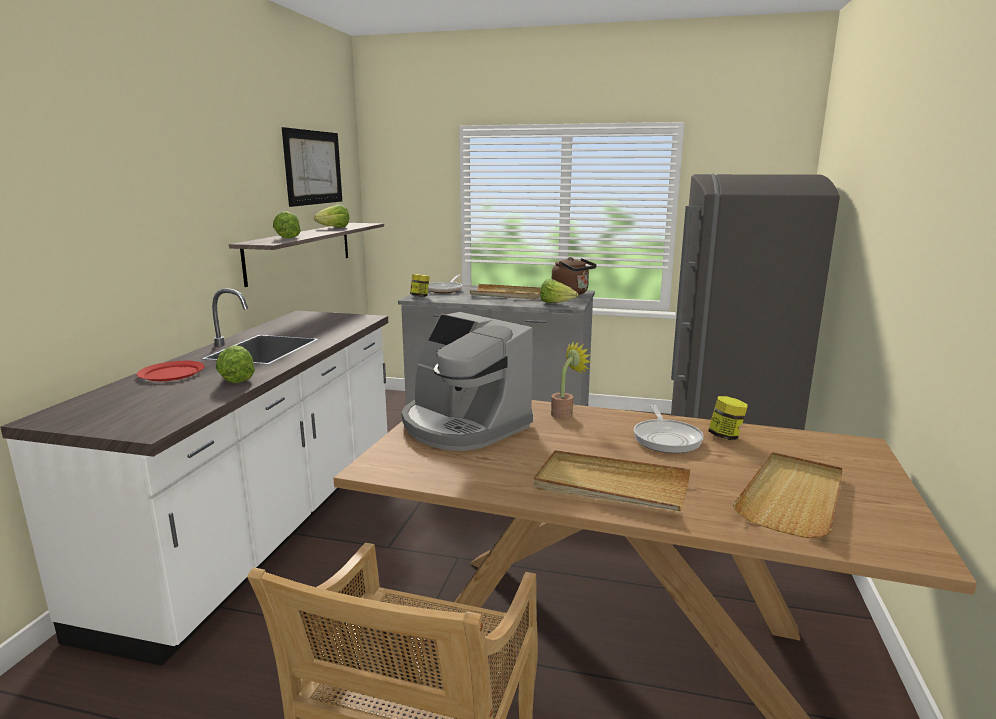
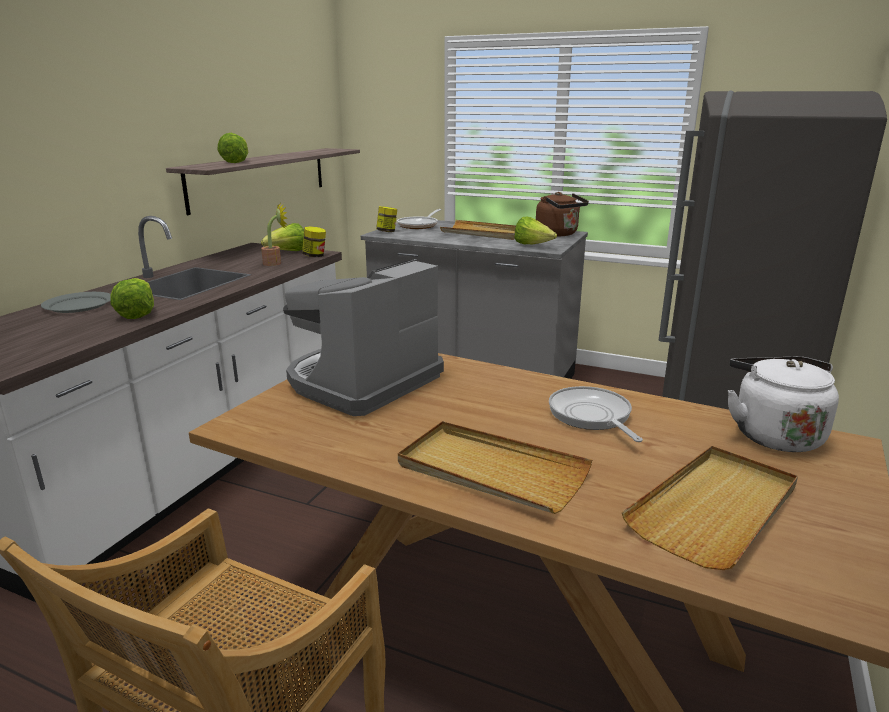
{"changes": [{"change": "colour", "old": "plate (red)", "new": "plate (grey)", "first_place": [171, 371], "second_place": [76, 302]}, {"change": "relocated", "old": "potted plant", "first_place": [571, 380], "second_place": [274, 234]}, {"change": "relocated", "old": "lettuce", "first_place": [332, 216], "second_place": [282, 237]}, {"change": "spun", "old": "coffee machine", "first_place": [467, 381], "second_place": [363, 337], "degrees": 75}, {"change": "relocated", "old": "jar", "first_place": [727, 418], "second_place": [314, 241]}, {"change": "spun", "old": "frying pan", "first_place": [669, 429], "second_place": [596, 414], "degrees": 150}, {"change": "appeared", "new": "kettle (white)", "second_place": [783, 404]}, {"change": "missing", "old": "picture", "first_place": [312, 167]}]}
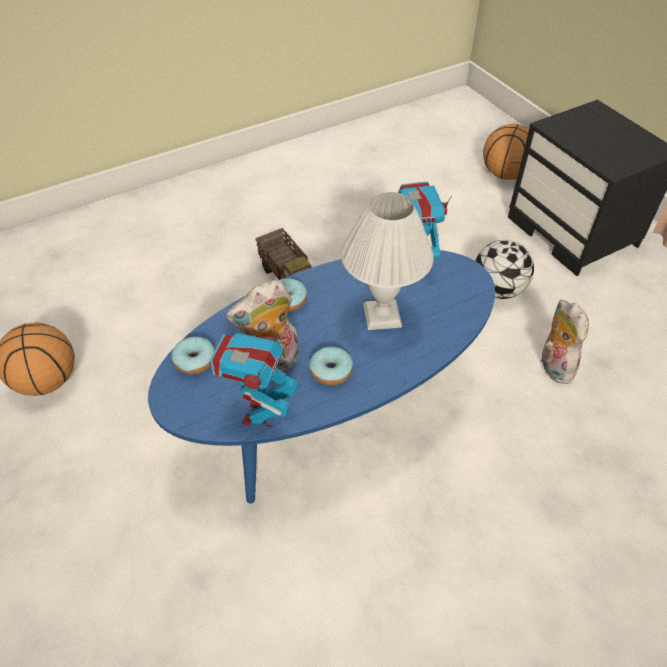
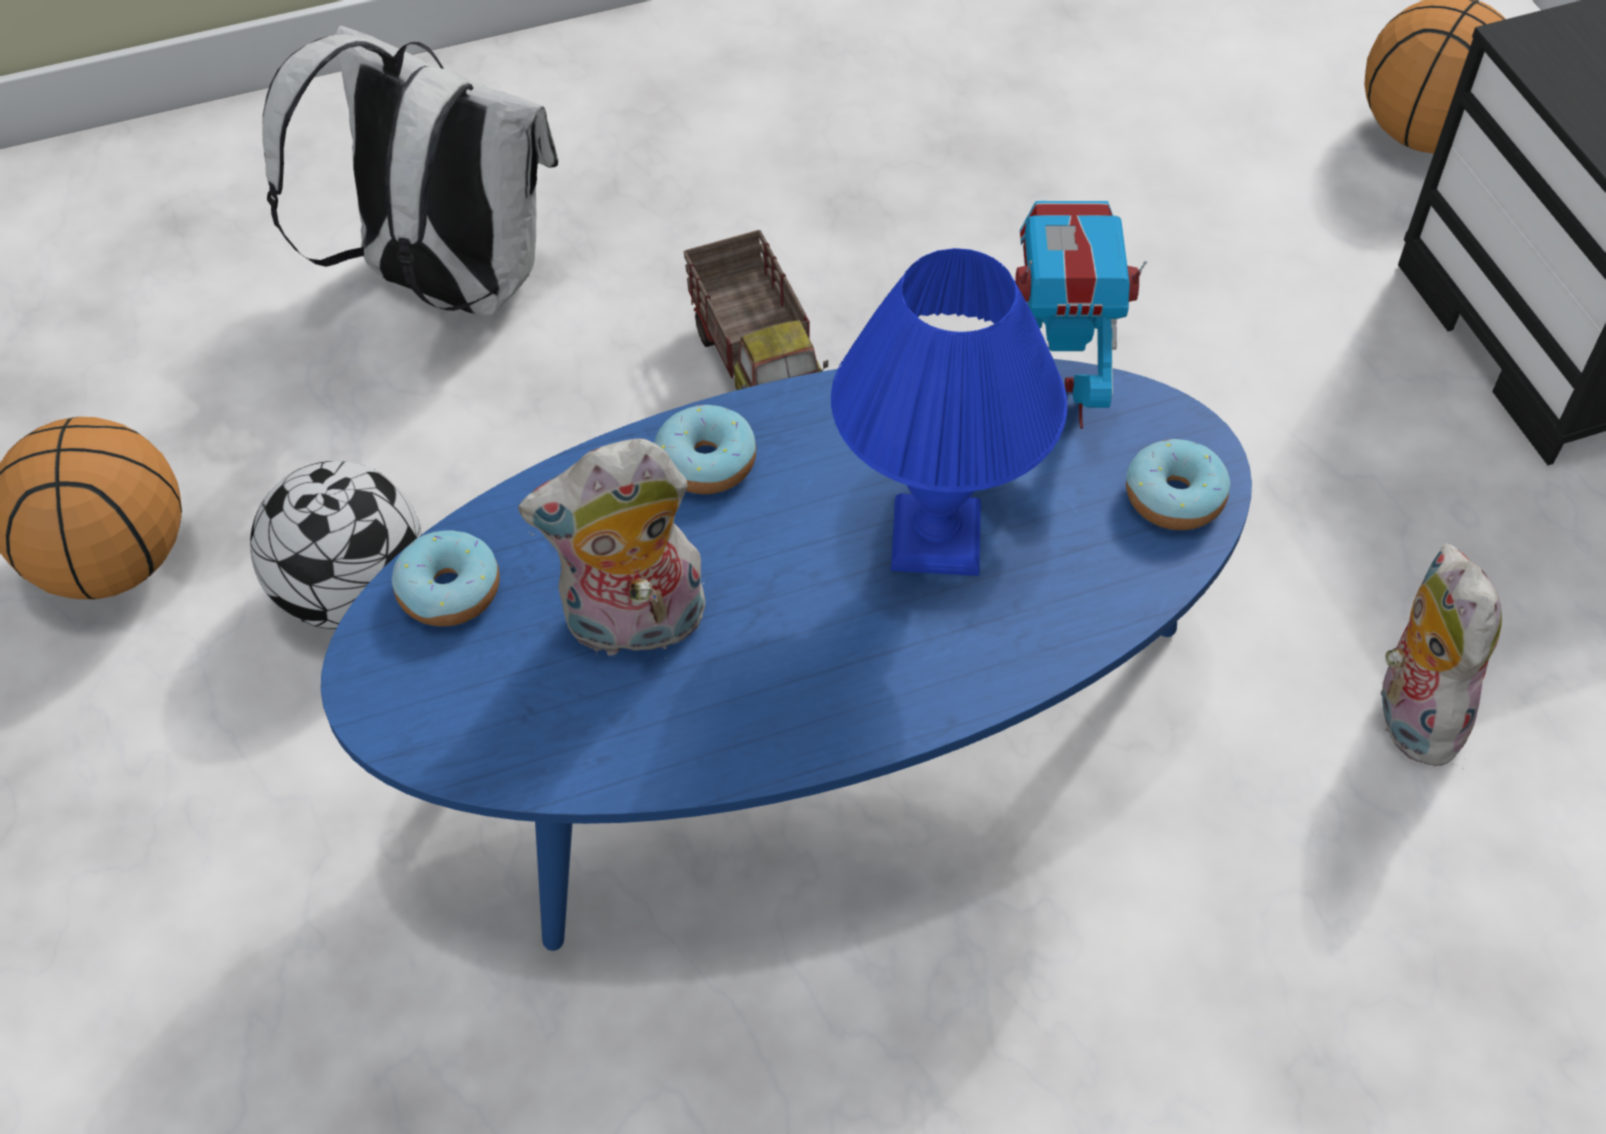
{"changes": [{"change": "relocated", "old": "football", "first_place": [504, 269], "second_place": [336, 545]}, {"change": "appeared", "new": "backpack (white)", "second_place": [410, 171]}, {"change": "colour", "old": "table lamp (white)", "new": "table lamp (blue)", "first_place": [387, 261], "second_place": [949, 412]}, {"change": "relocated", "old": "donut", "first_place": [331, 366], "second_place": [1178, 484]}, {"change": "missing", "old": "toy robot", "first_place": [254, 376]}]}
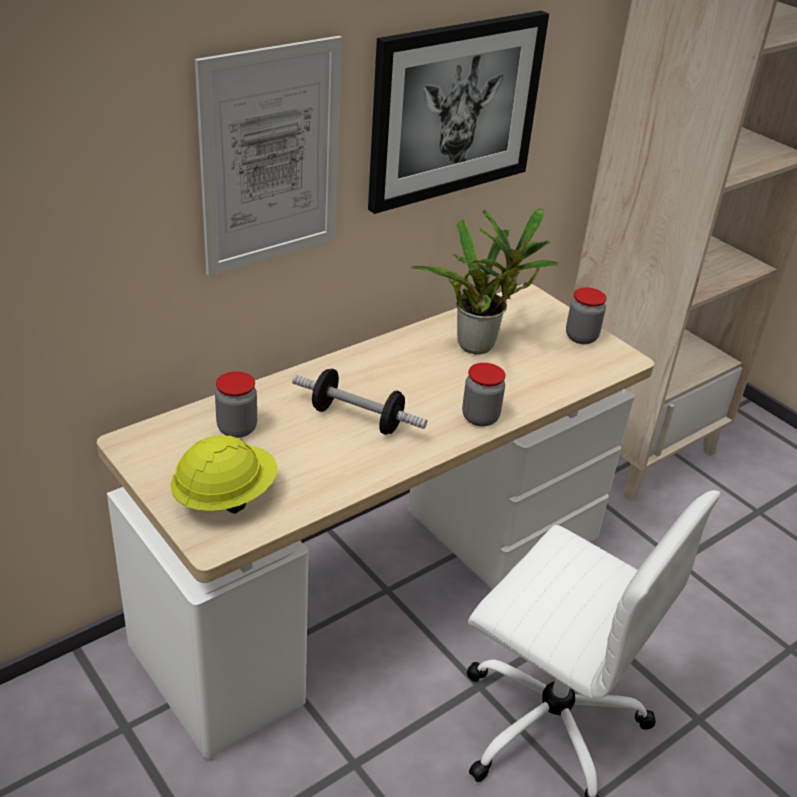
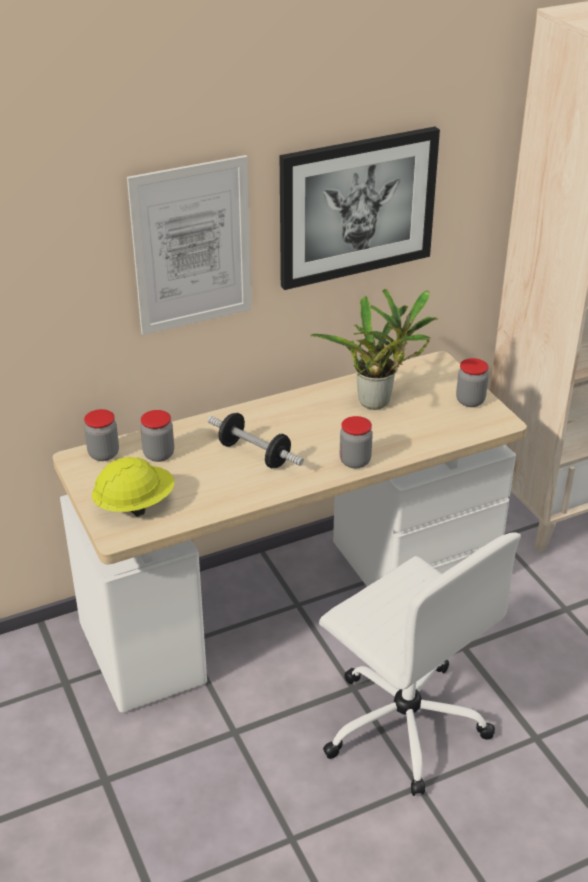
{"changes": [{"change": "appeared", "new": "jar", "second_place": [101, 435]}]}
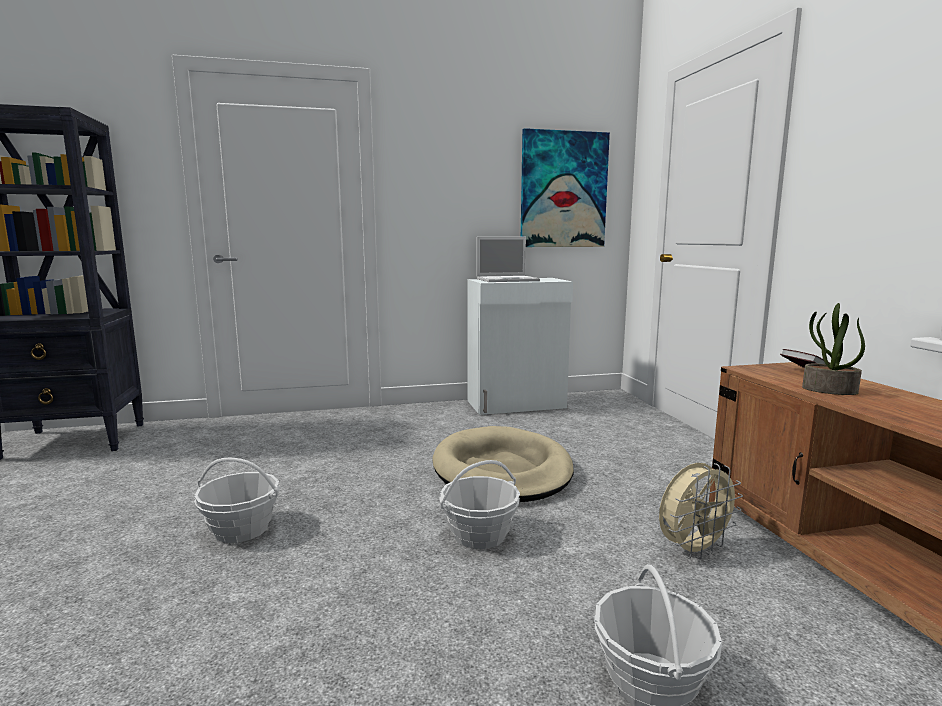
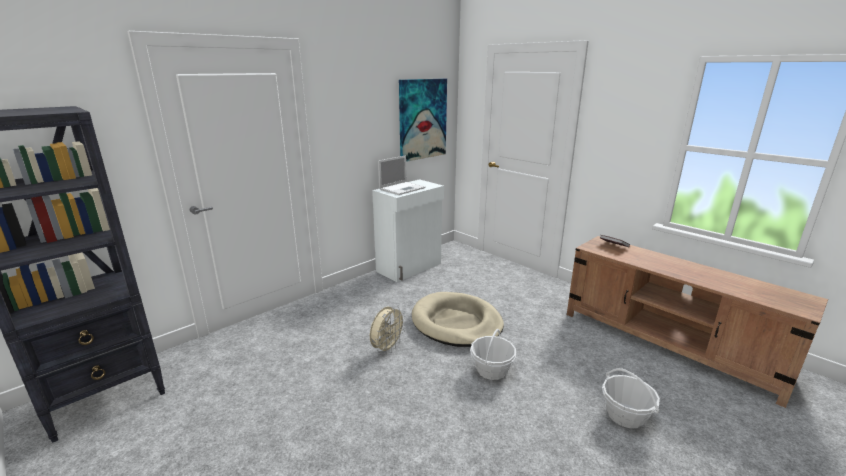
{"changes": [{"change": "relocated", "old": "fan (beige)", "first_place": [701, 511], "second_place": [388, 330]}, {"change": "missing", "old": "basket", "first_place": [237, 500]}, {"change": "missing", "old": "potted plant", "first_place": [833, 349]}]}
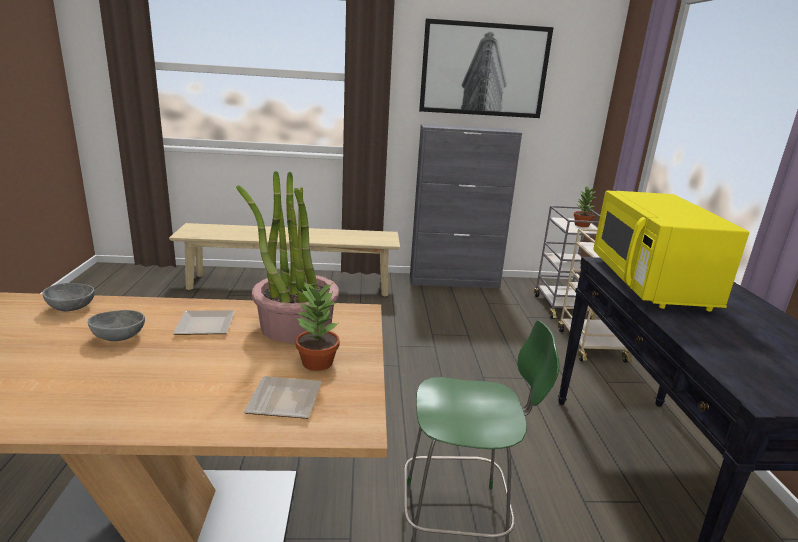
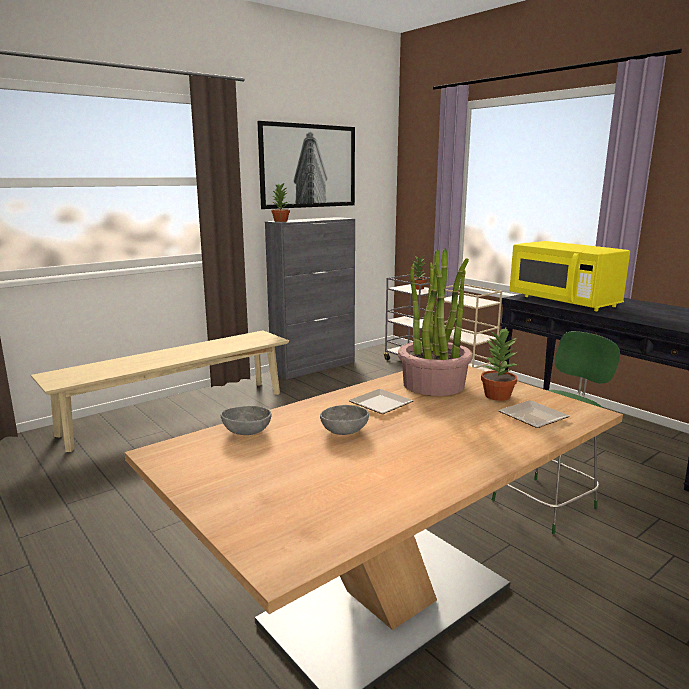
{"changes": [{"change": "appeared", "new": "potted plant", "second_place": [280, 202]}]}
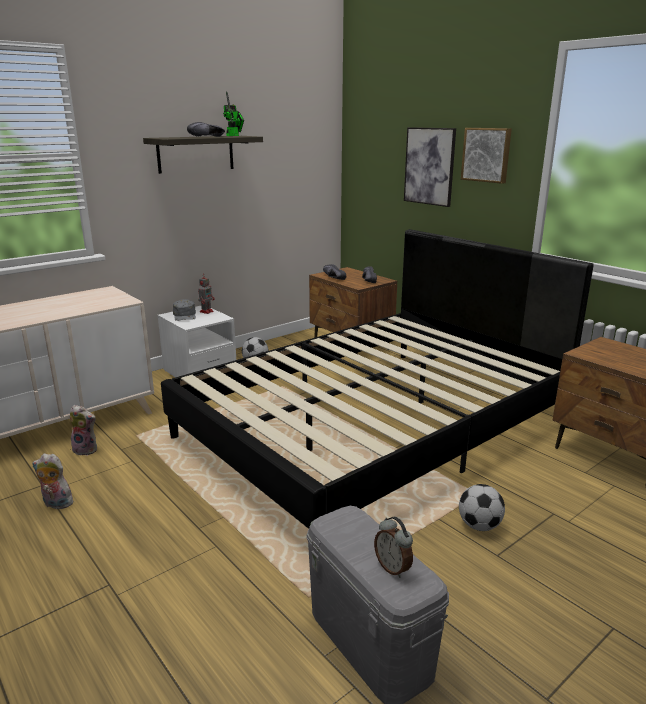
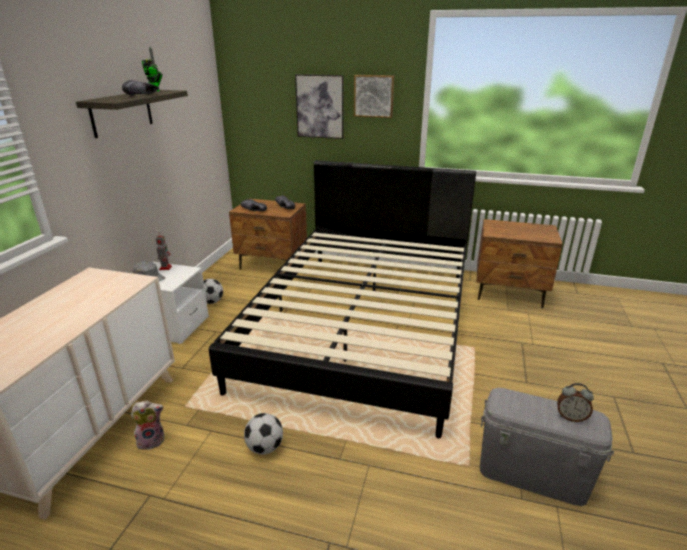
{"changes": [{"change": "relocated", "old": "football", "first_place": [482, 507], "second_place": [263, 434]}, {"change": "missing", "old": "plush toy", "first_place": [52, 481]}]}
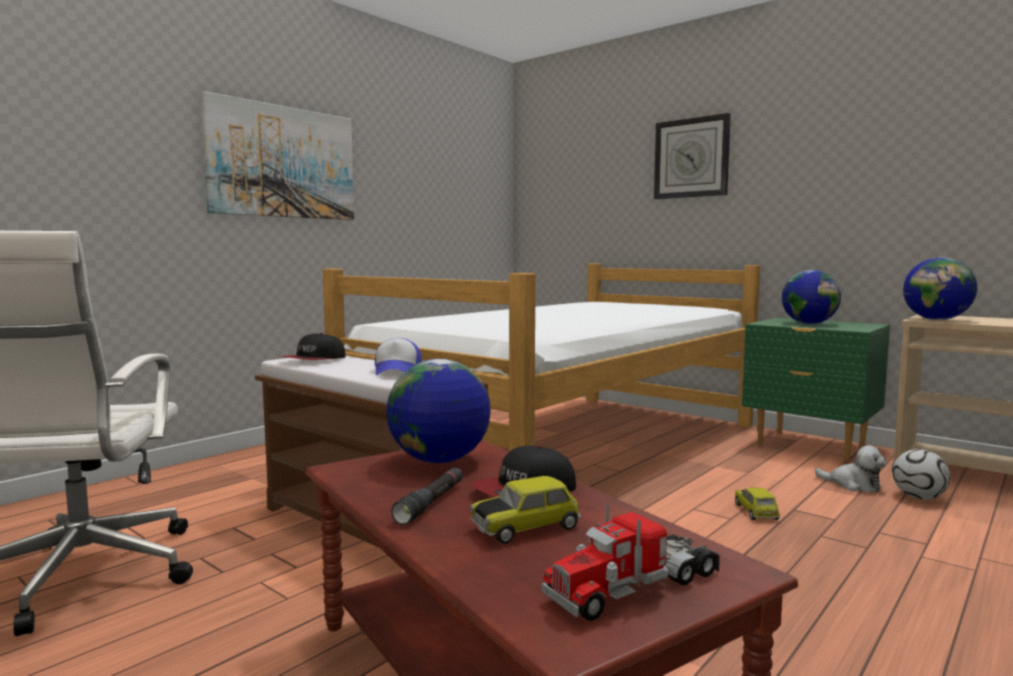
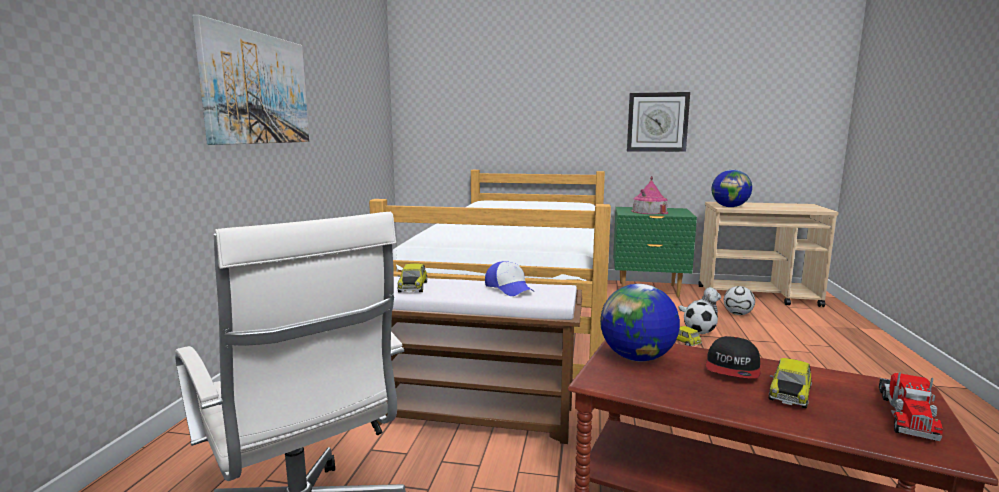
{"changes": [{"change": "exchanged", "old": "cap", "new": "toy car", "first_place": [313, 346], "second_place": [413, 277]}, {"change": "relocated", "old": "wall clock", "first_place": [692, 156], "second_place": [658, 122]}, {"change": "exchanged", "old": "globe", "new": "toy house", "first_place": [811, 297], "second_place": [649, 195]}, {"change": "appeared", "new": "football", "second_place": [701, 318]}, {"change": "missing", "old": "flashlight (black)", "first_place": [427, 496]}]}
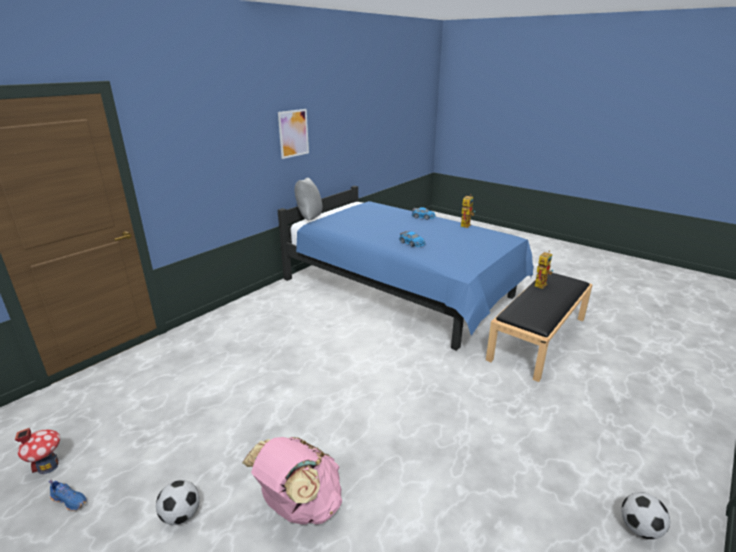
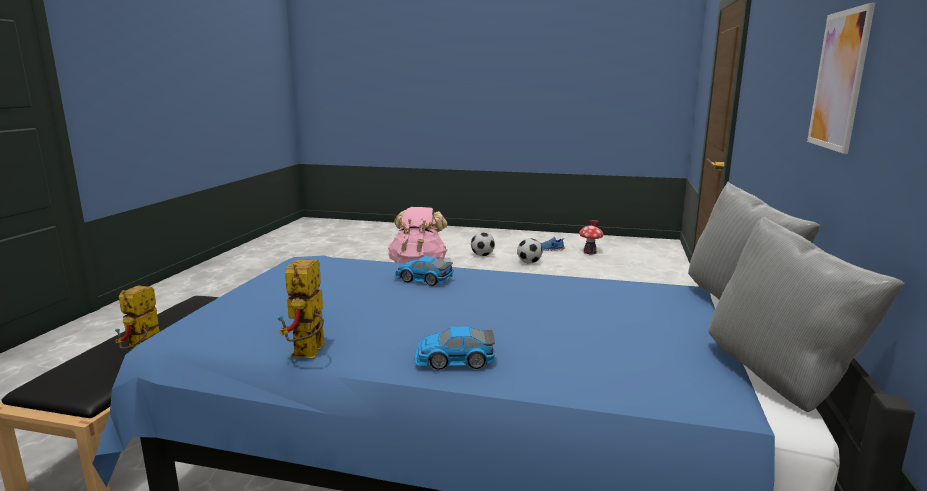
{"changes": [{"change": "relocated", "old": "football", "first_place": [645, 515], "second_place": [530, 251]}, {"change": "appeared", "new": "pillow (grey)", "second_place": [806, 313]}]}
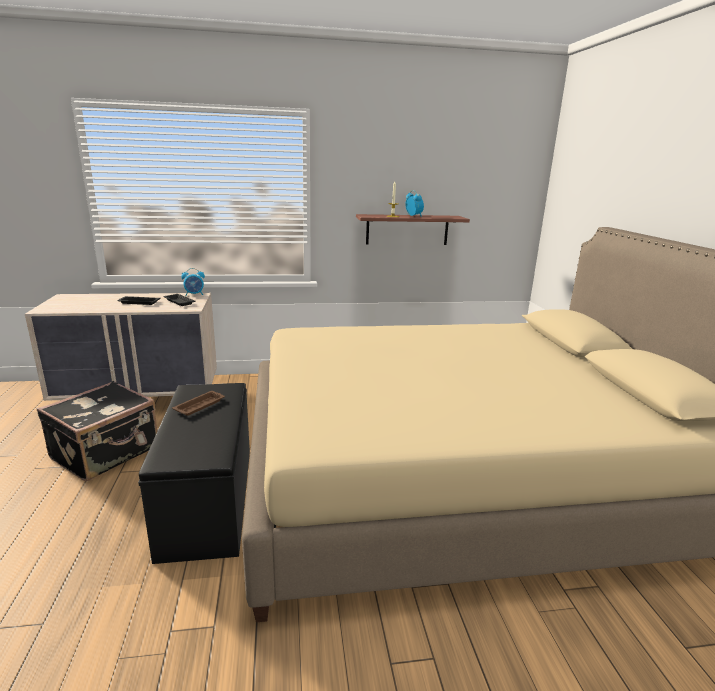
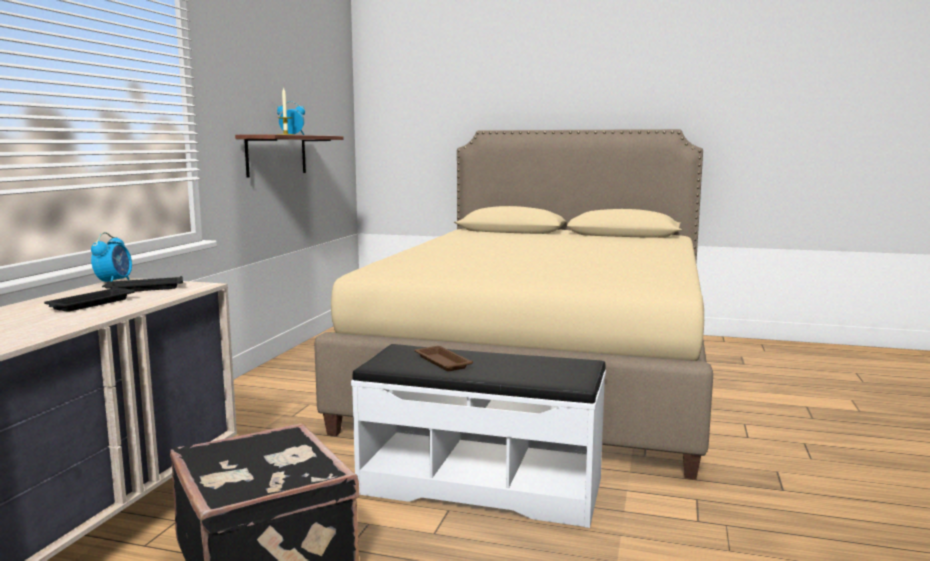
{"changes": [{"change": "colour", "old": "bench (black)", "new": "bench (white)", "first_place": [194, 473], "second_place": [478, 436]}]}
